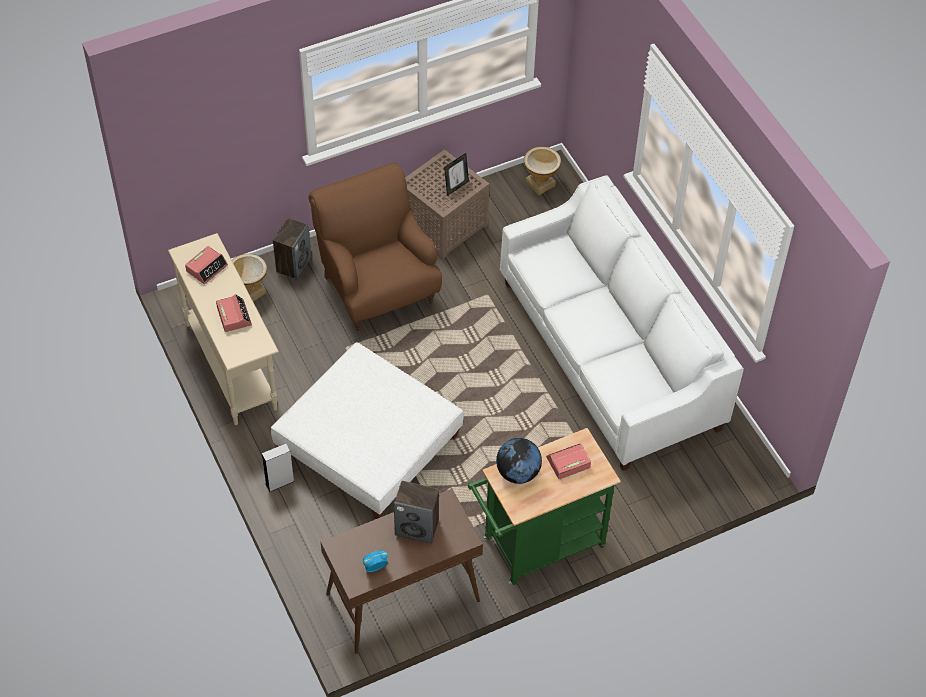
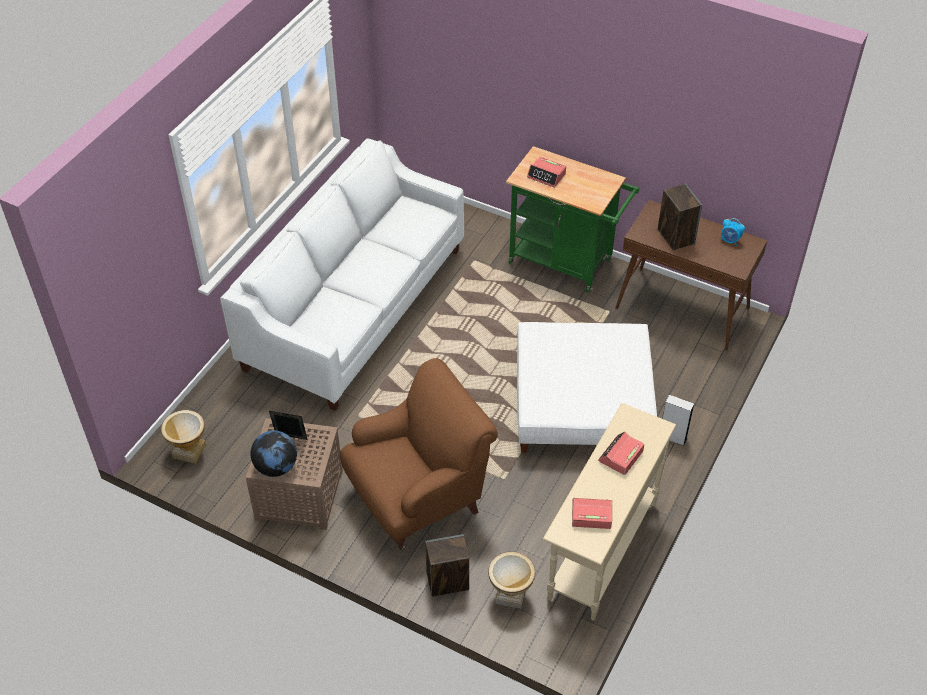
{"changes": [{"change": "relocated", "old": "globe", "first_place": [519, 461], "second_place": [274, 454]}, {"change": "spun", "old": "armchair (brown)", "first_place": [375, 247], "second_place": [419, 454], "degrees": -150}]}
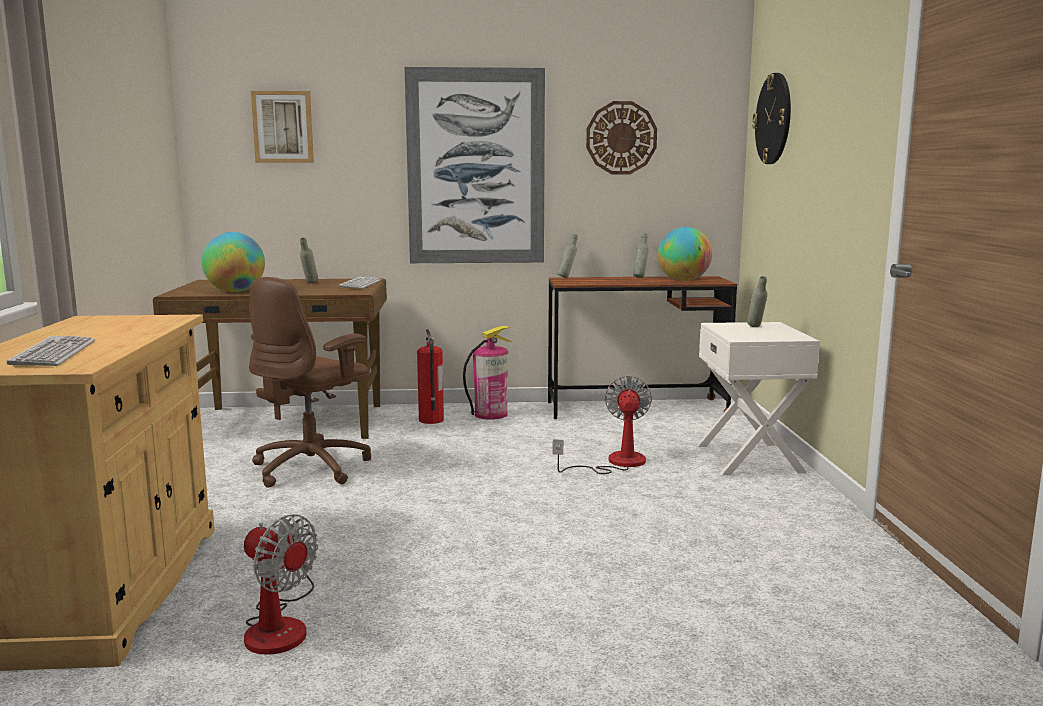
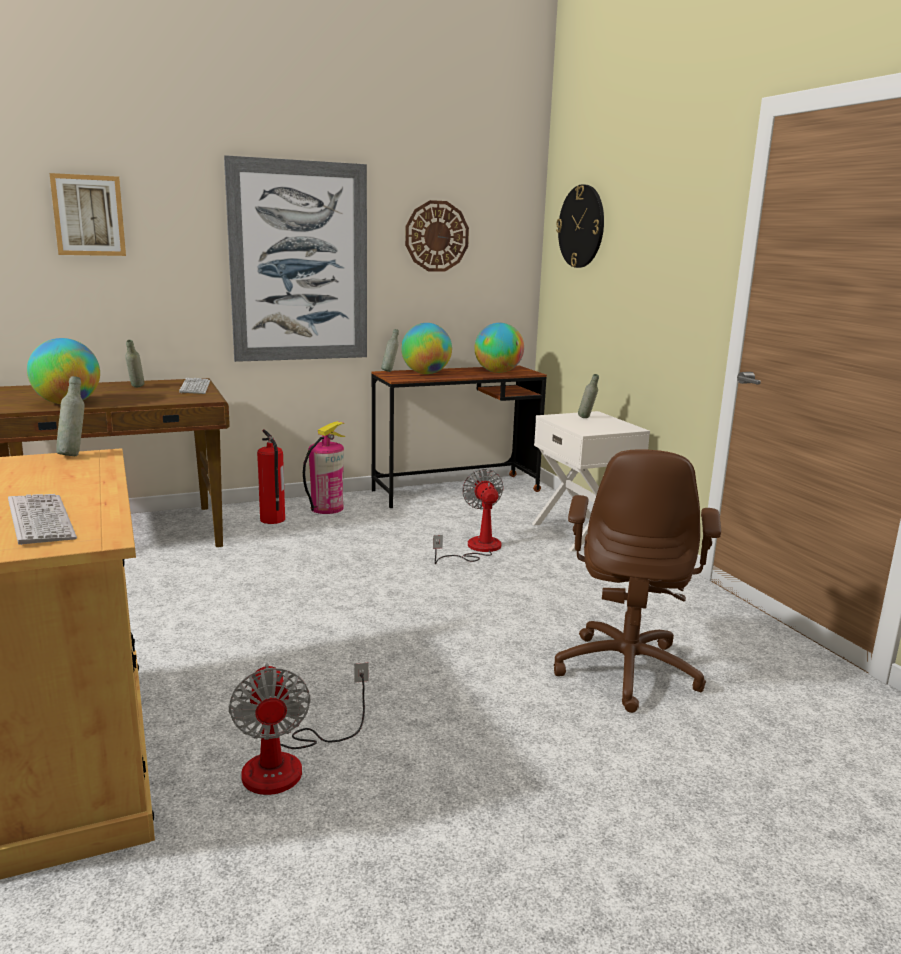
{"changes": [{"change": "relocated", "old": "bottle (grey)", "first_place": [641, 255], "second_place": [70, 416]}, {"change": "spun", "old": "fan", "first_place": [281, 584], "second_place": [298, 729], "degrees": 60}, {"change": "appeared", "new": "globe", "second_place": [426, 348]}, {"change": "relocated", "old": "office chair (brown)", "first_place": [310, 382], "second_place": [637, 581]}]}
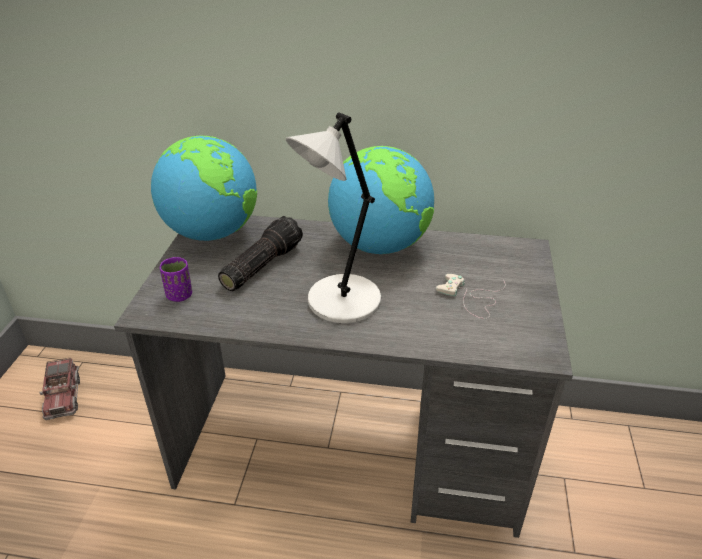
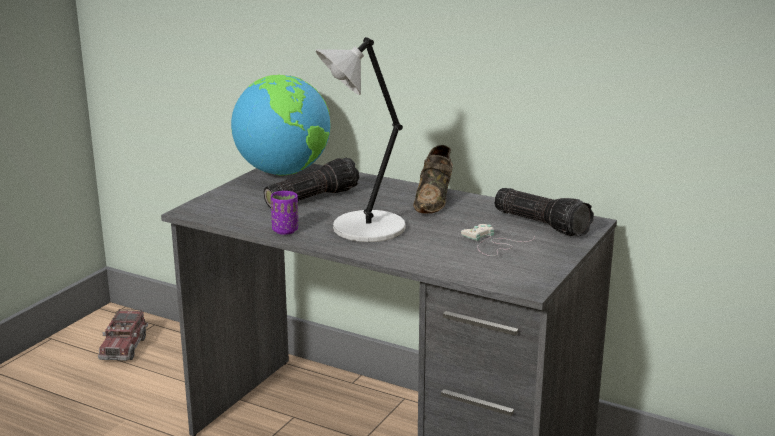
{"changes": [{"change": "relocated", "old": "cup (purple)", "first_place": [176, 279], "second_place": [284, 213]}, {"change": "exchanged", "old": "globe", "new": "shoe (brown)", "first_place": [381, 200], "second_place": [433, 179]}, {"change": "appeared", "new": "flashlight", "second_place": [544, 212]}]}
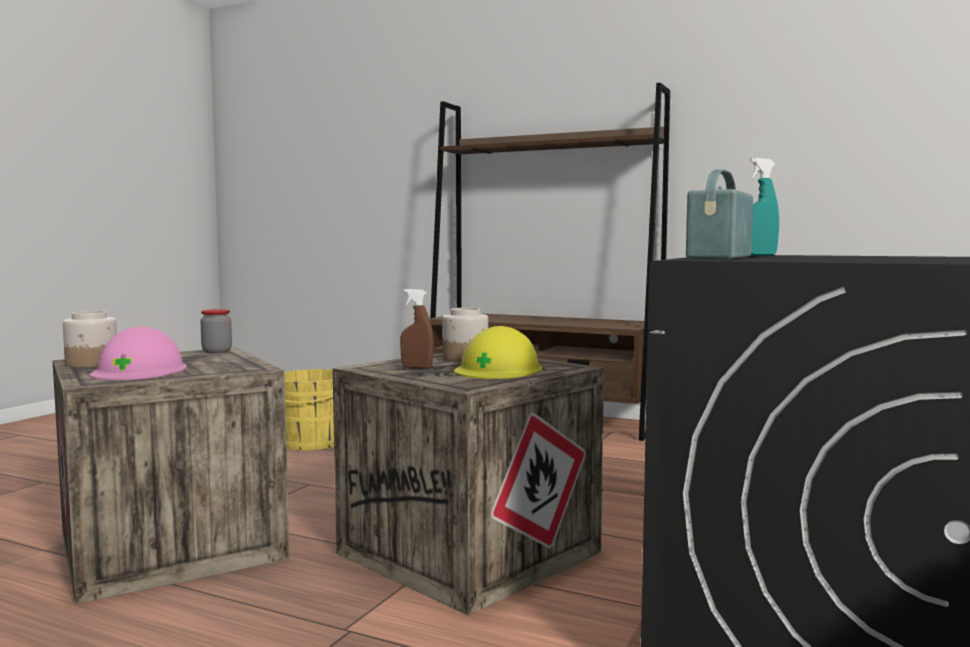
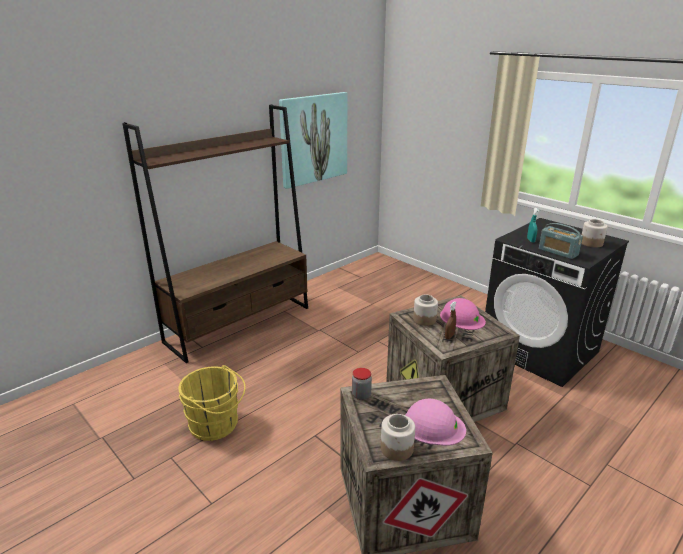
{"changes": [{"change": "appeared", "new": "picture", "second_place": [313, 140]}, {"change": "colour", "old": "hard hat (yellow)", "new": "hard hat (pink)", "first_place": [498, 352], "second_place": [463, 314]}, {"change": "appeared", "new": "jar", "second_place": [594, 233]}]}
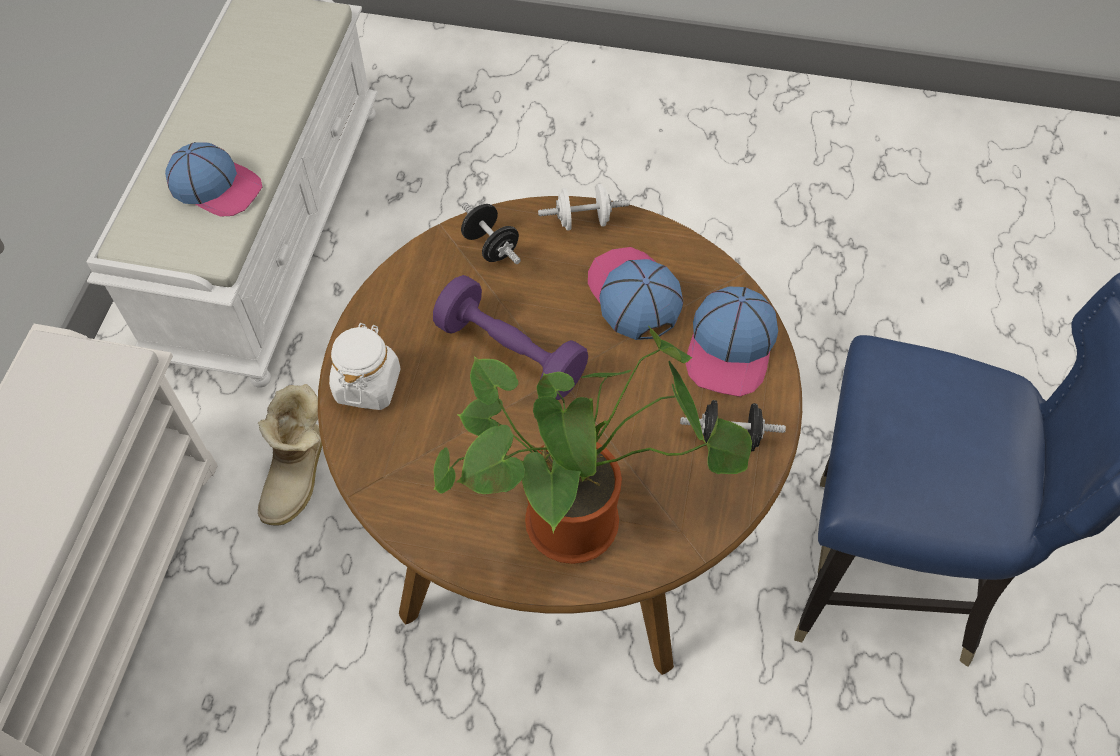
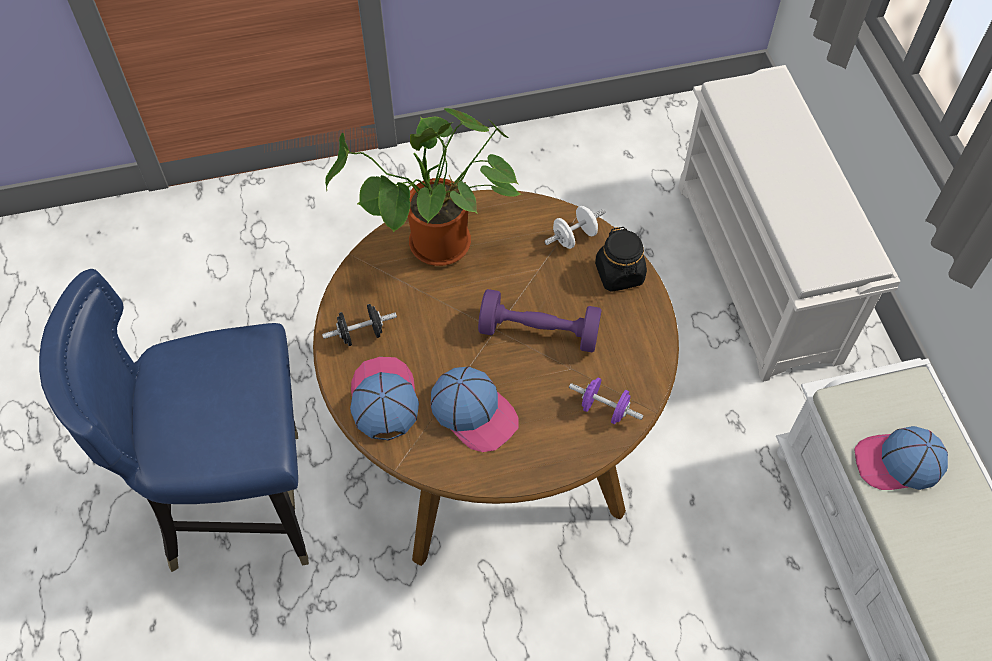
{"changes": [{"change": "relocated", "old": "dumbbell (white)", "first_place": [584, 207], "second_place": [574, 227]}, {"change": "colour", "old": "dumbbell (black)", "new": "dumbbell (purple)", "first_place": [491, 233], "second_place": [606, 401]}, {"change": "colour", "old": "jar (white)", "new": "jar (black)", "first_place": [365, 366], "second_place": [621, 259]}, {"change": "missing", "old": "boot", "first_place": [290, 455]}]}
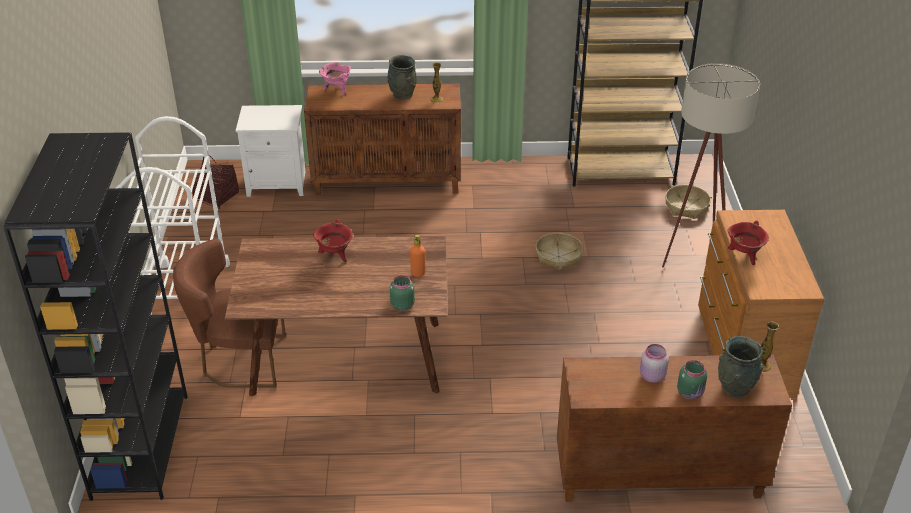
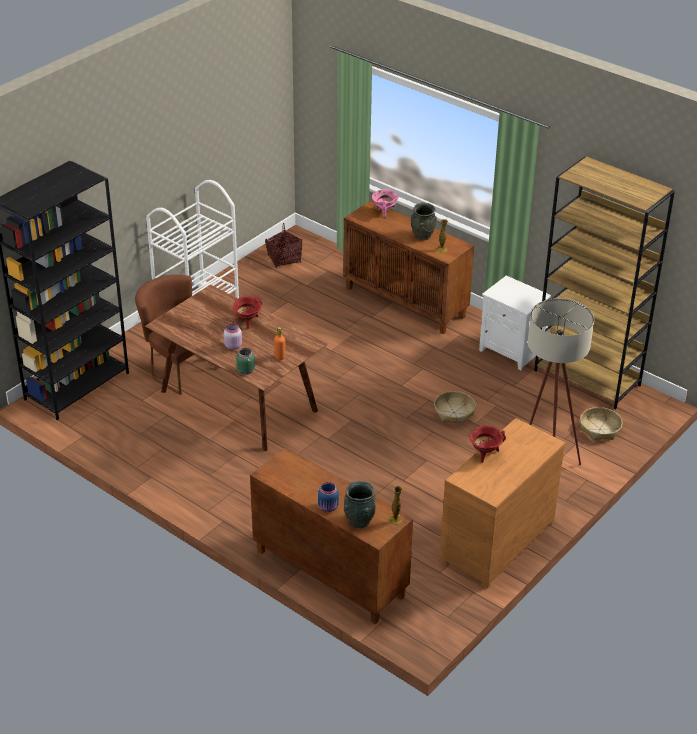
{"changes": [{"change": "relocated", "old": "jar (pink)", "first_place": [654, 363], "second_place": [233, 336]}, {"change": "colour", "old": "jar (green)", "new": "jar (blue)", "first_place": [692, 380], "second_place": [328, 497]}, {"change": "relocated", "old": "nightstand (white)", "first_place": [271, 151], "second_place": [515, 322]}]}
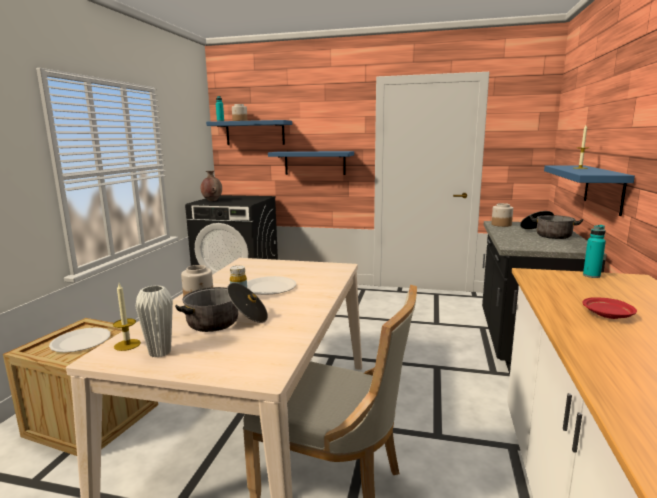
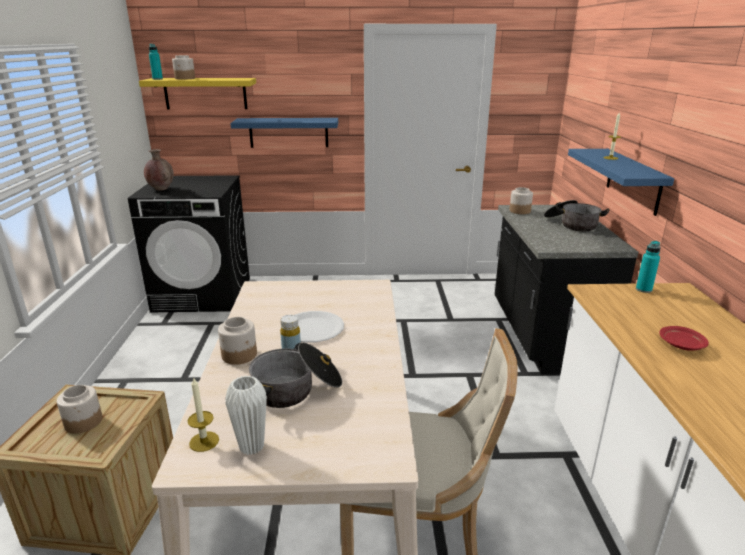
{"changes": [{"change": "exchanged", "old": "plate (white)", "new": "jar", "first_place": [80, 340], "second_place": [79, 409]}, {"change": "colour", "old": "shelf (blue)", "new": "shelf (yellow)", "first_place": [249, 132], "second_place": [197, 94]}]}
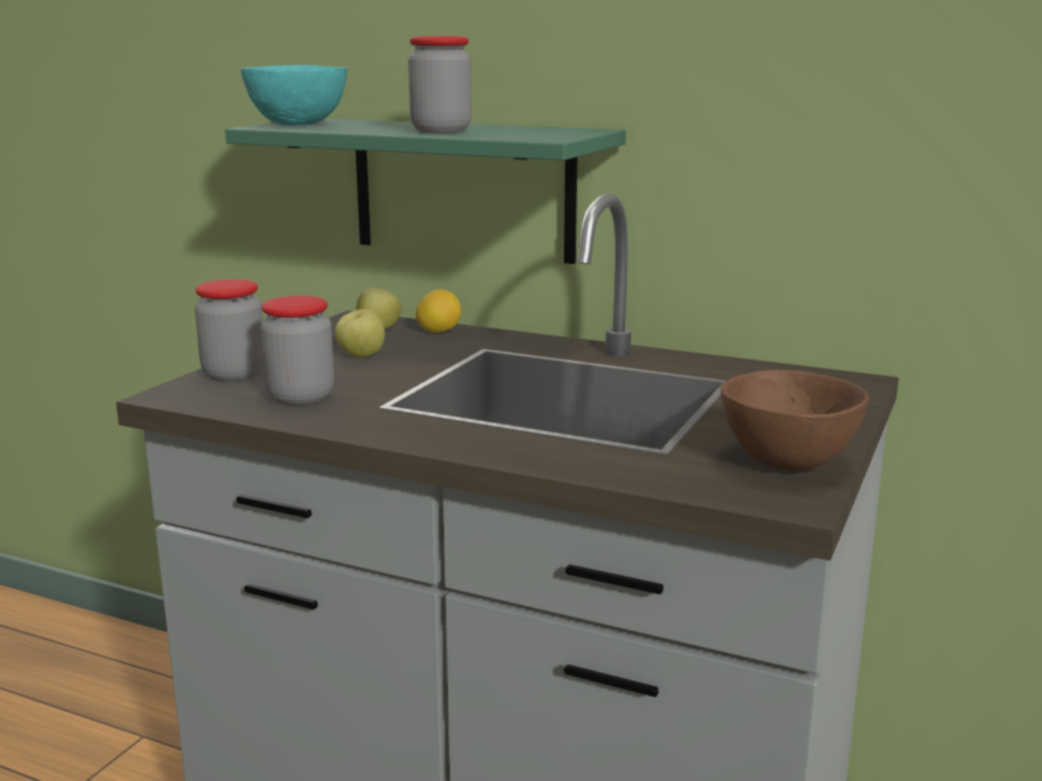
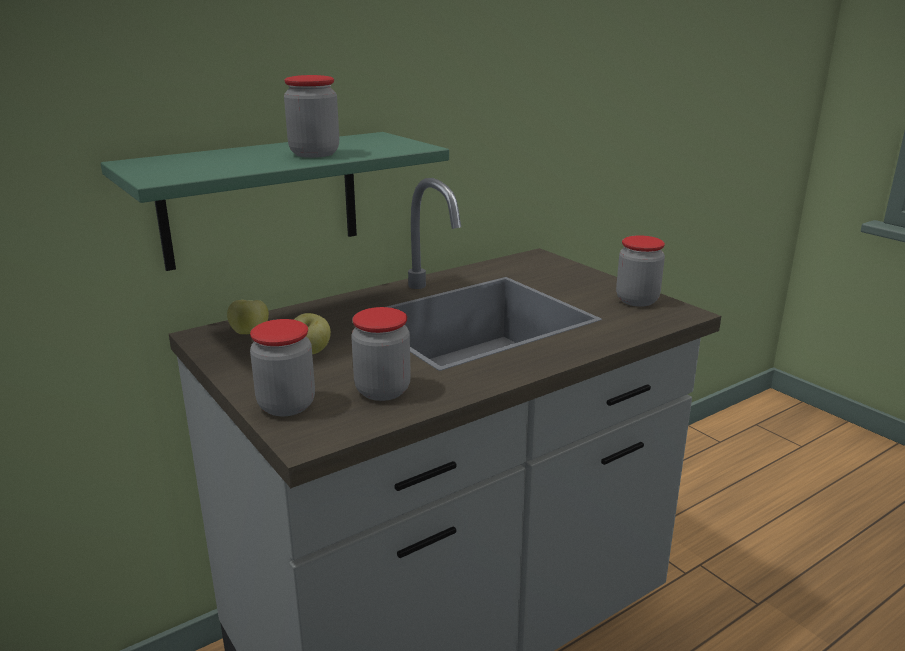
{"changes": [{"change": "exchanged", "old": "bowl (brown)", "new": "jar", "first_place": [795, 420], "second_place": [640, 271]}, {"change": "missing", "old": "bowl (turquoise)", "first_place": [294, 95]}, {"change": "missing", "old": "lemon", "first_place": [438, 310]}]}
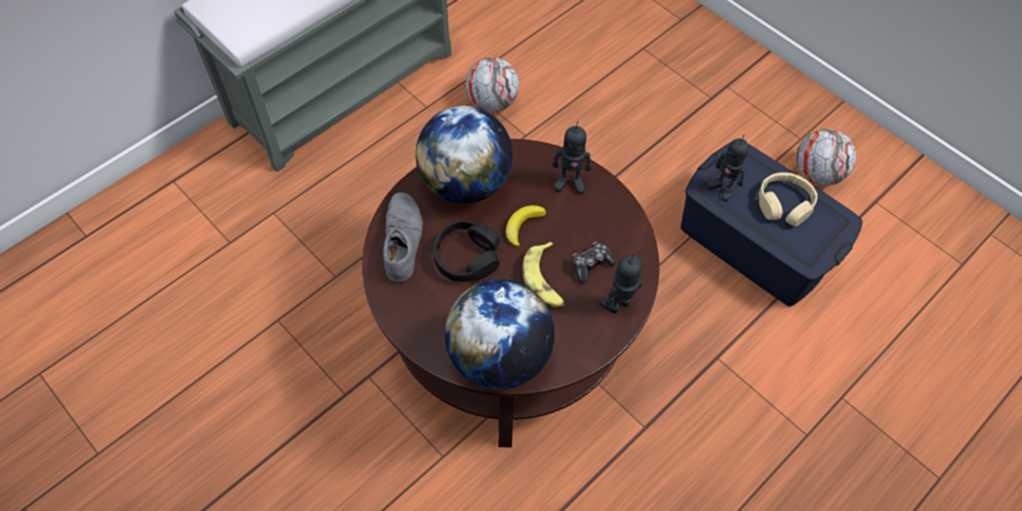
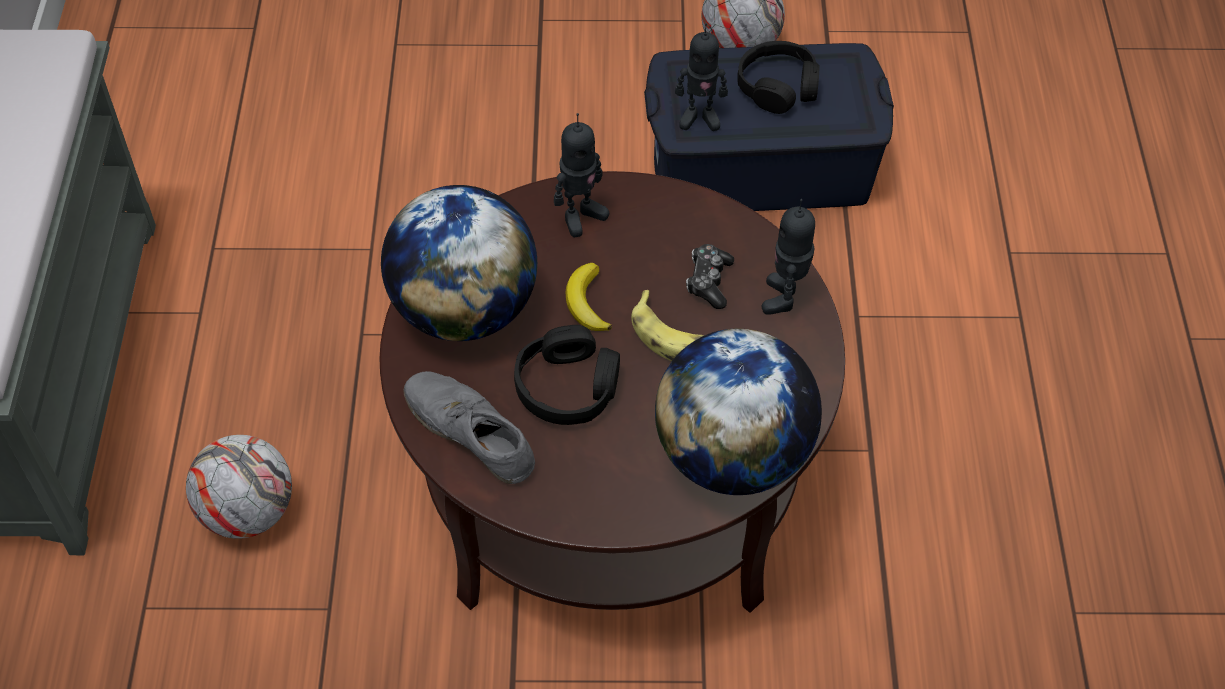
{"changes": [{"change": "relocated", "old": "football", "first_place": [492, 84], "second_place": [239, 487]}, {"change": "colour", "old": "headphones (beige)", "new": "headphones (black)", "first_place": [788, 199], "second_place": [778, 77]}]}
